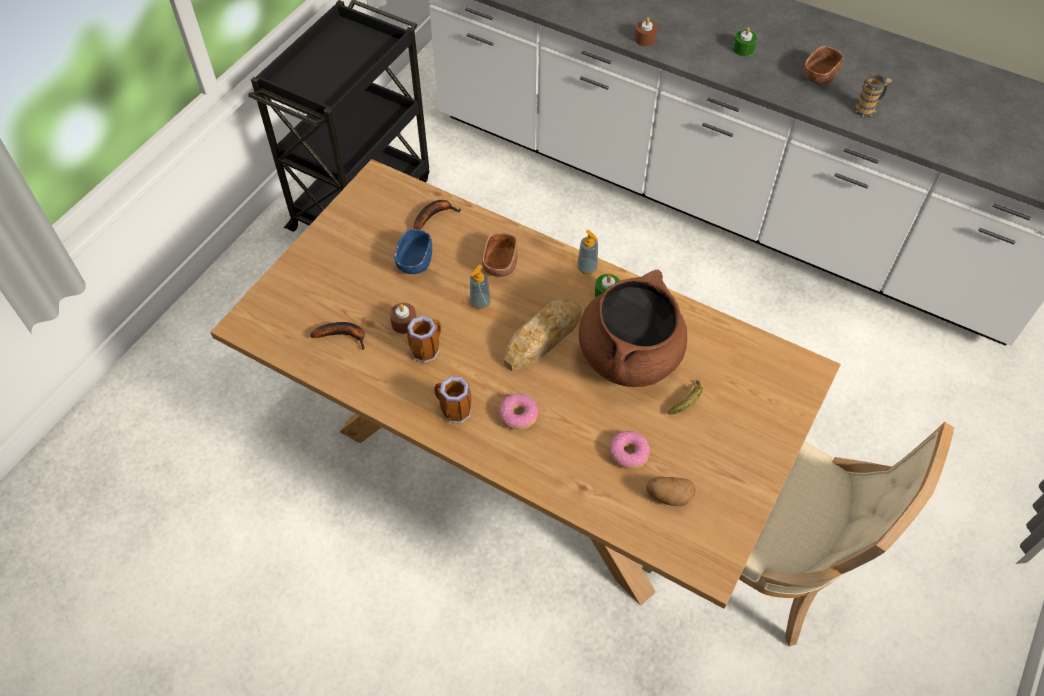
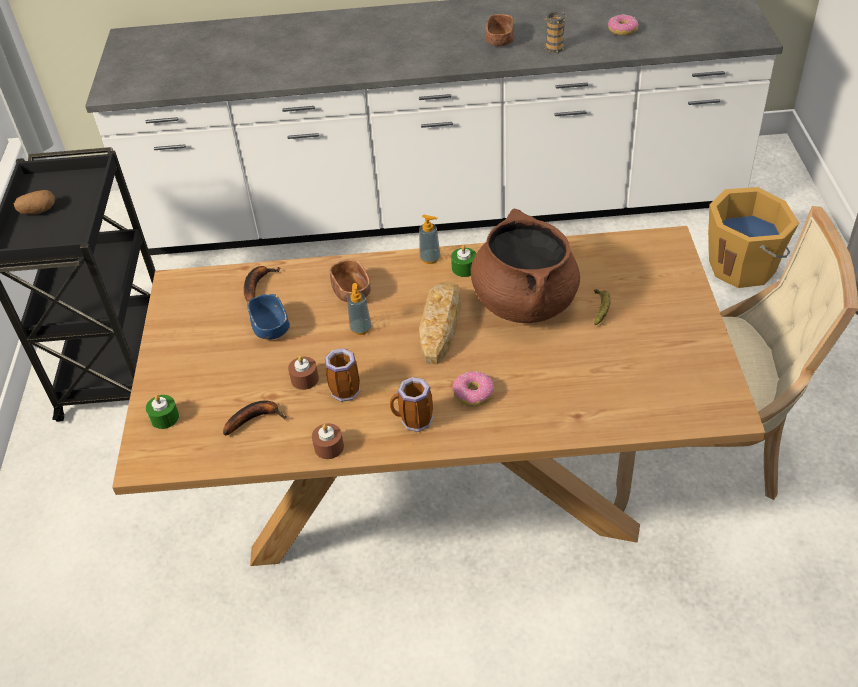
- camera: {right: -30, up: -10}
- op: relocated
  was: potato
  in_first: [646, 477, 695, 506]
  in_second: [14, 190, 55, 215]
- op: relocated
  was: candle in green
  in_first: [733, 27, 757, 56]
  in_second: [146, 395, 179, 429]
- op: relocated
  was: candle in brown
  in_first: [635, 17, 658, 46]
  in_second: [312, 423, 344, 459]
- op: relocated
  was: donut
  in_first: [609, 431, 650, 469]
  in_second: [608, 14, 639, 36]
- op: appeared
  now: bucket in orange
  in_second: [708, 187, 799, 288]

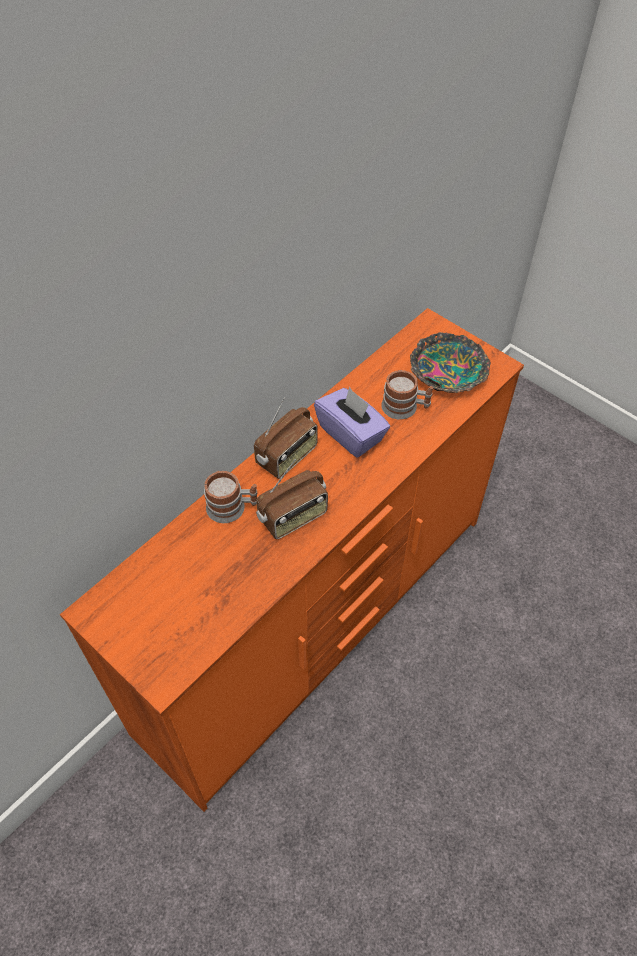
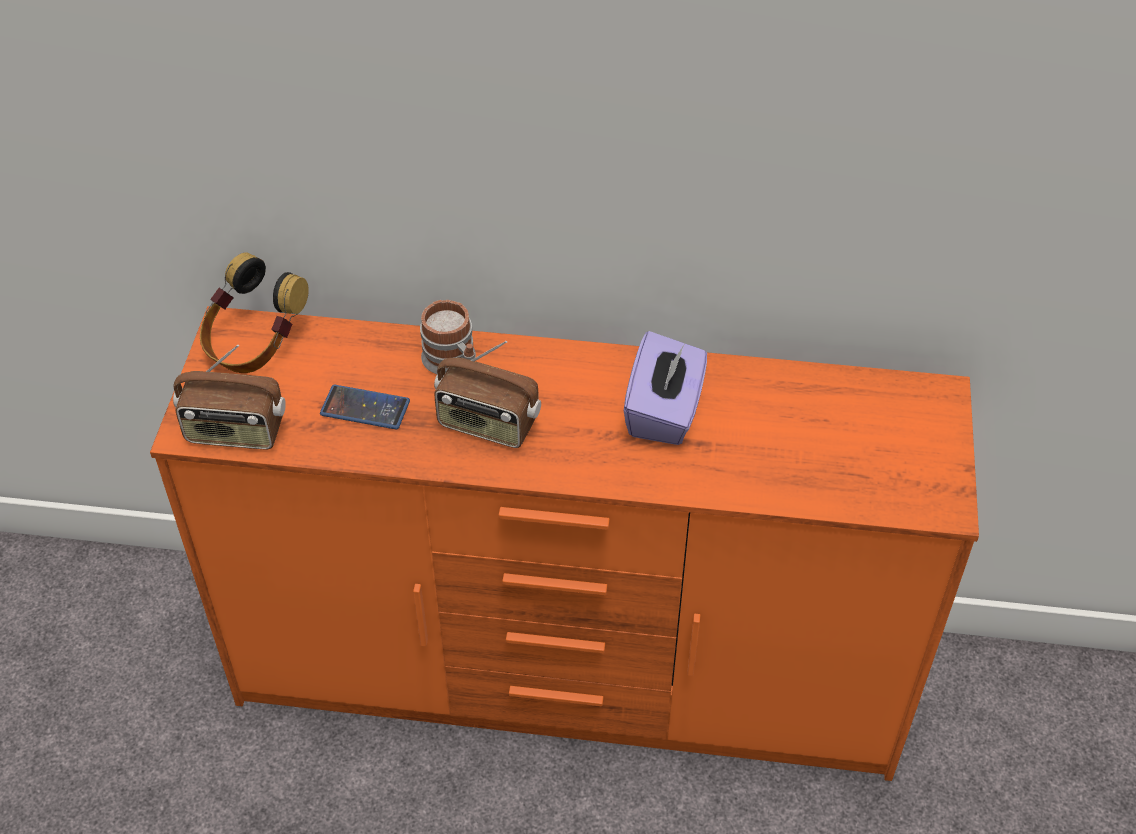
- camera: {right: 55, up: -5}
- op: relocated
  was: radio
  in_first: [254, 398, 318, 479]
  in_second: [173, 344, 286, 449]
- op: appeared
  now: headphones
  in_second: [200, 252, 309, 373]
- op: appeared
  now: phone
  in_second: [320, 385, 410, 429]
- op: missing
  was: mug
  in_first: [381, 370, 434, 420]
- op: missing
  was: bowl
  in_first: [410, 332, 491, 393]

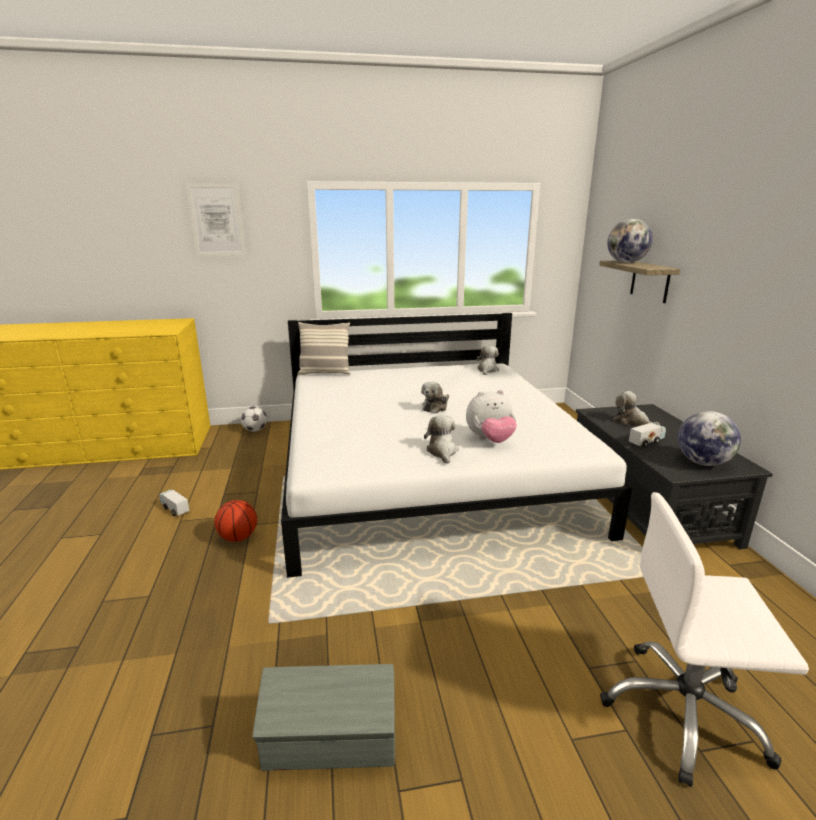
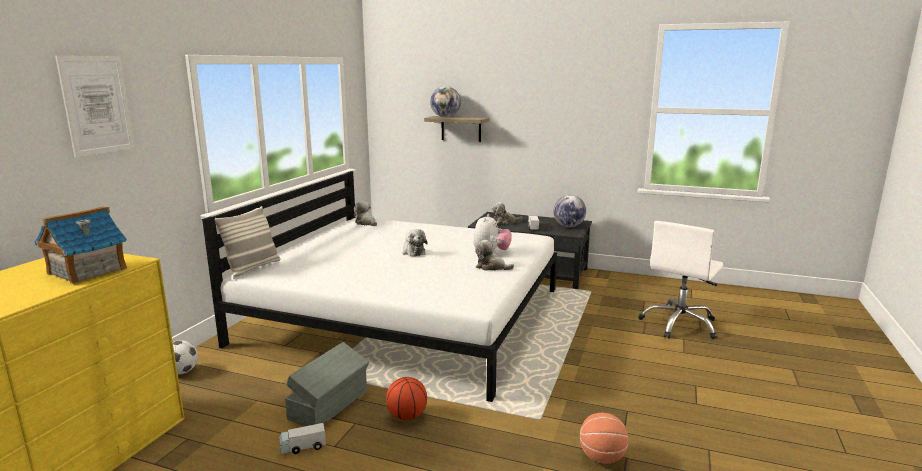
- camera: {right: -60, up: -5}
- op: appeared
  now: toy house
  in_second: [34, 206, 127, 284]
- op: relocated
  was: storage box in grey
  in_first: [252, 664, 395, 771]
  in_second: [285, 342, 369, 426]
- op: appeared
  now: basketball
  in_second: [580, 413, 628, 464]

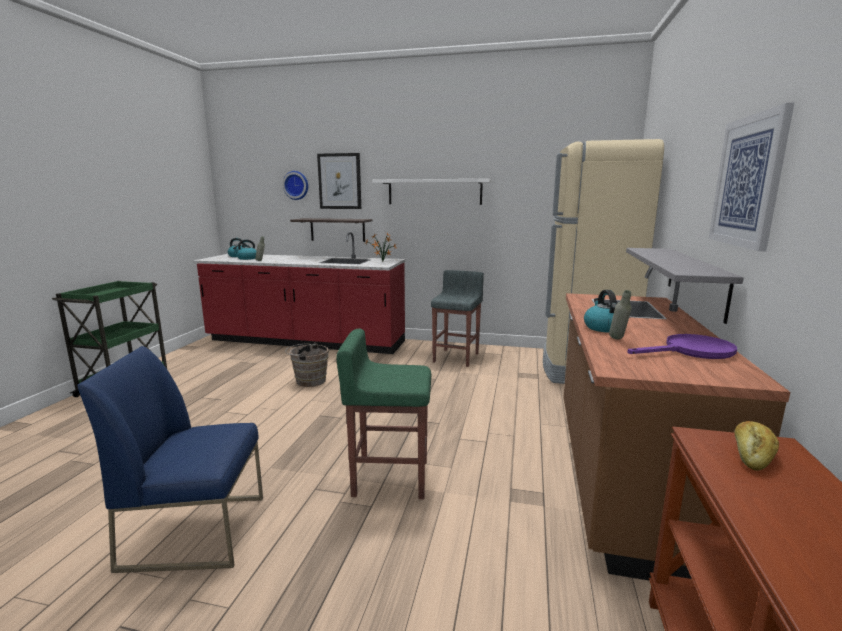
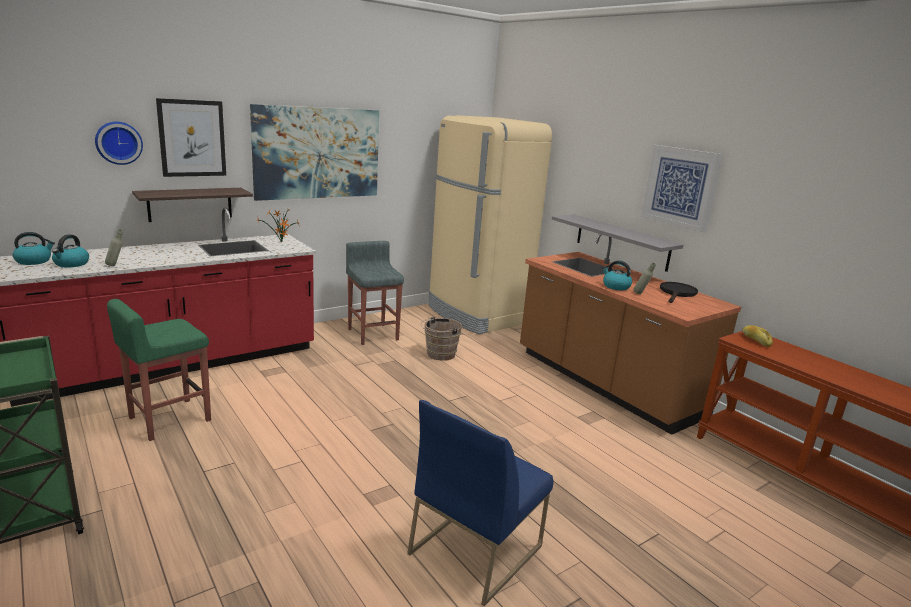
- camera: {right: -50, up: 5}
- op: relocated
  was: stool in green
  in_first: [336, 329, 431, 499]
  in_second: [107, 299, 211, 441]
- op: exchanged
  was: shelf in white
  now: picture
  in_first: [372, 179, 492, 205]
  in_second: [250, 104, 379, 201]
- op: relocated
  was: bucket in brown
  in_first: [285, 343, 329, 387]
  in_second: [421, 317, 462, 361]
- op: colour
  was: frying pan in purple
  now: frying pan in black
  in_first: [627, 334, 737, 359]
  in_second: [660, 282, 698, 303]

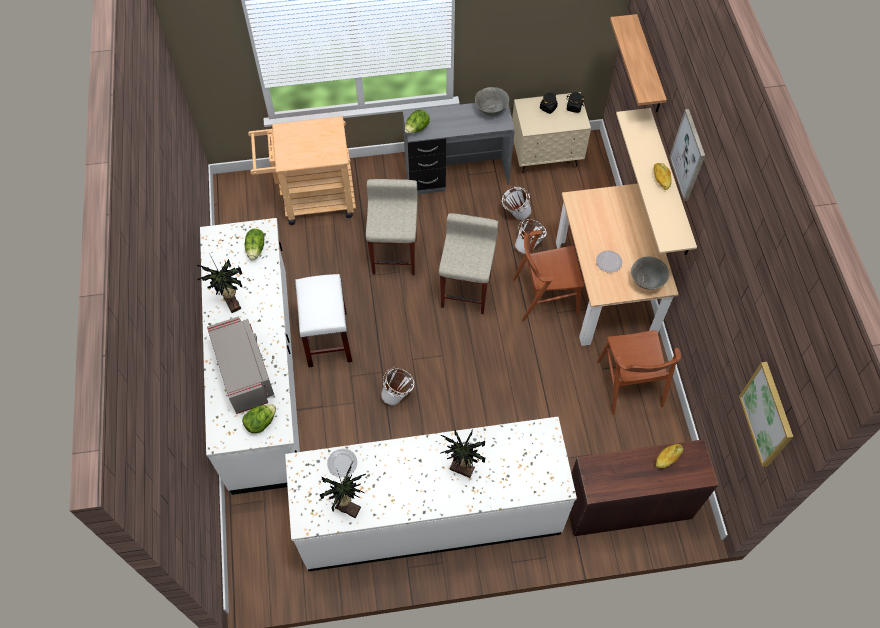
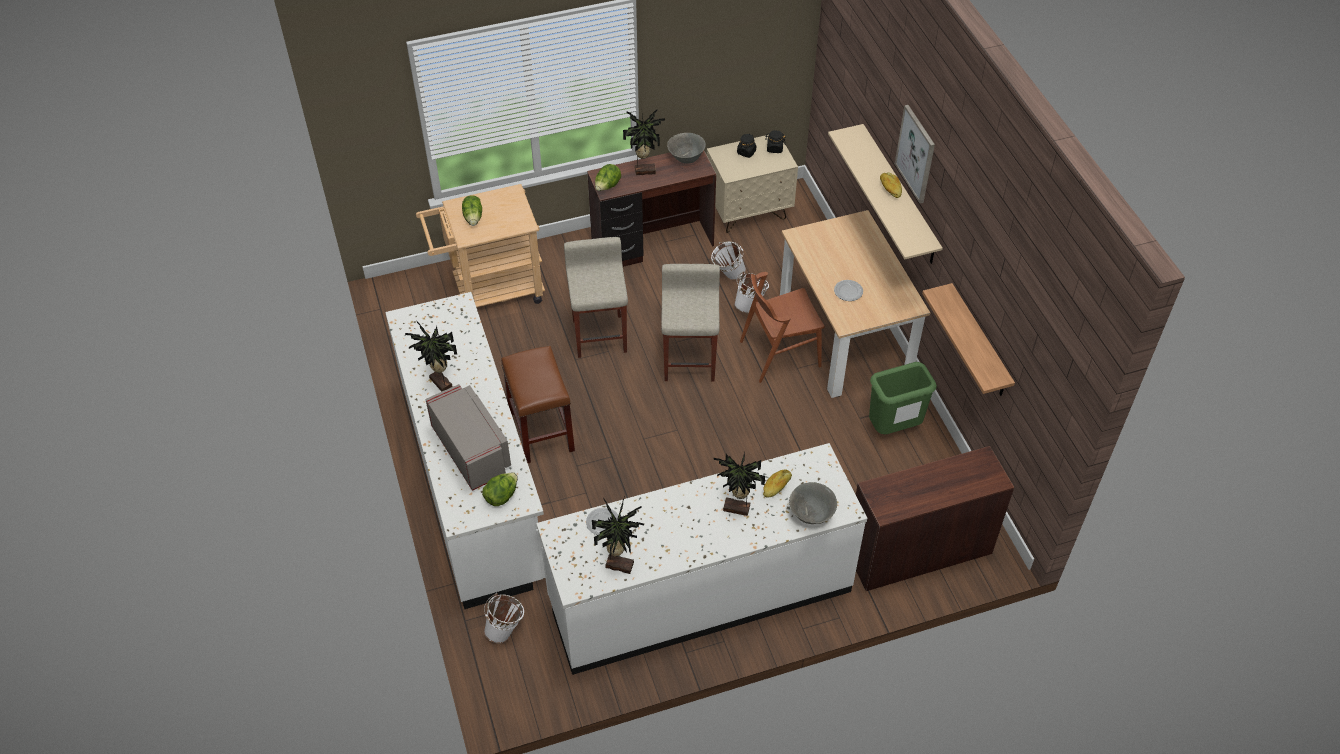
- camera: {right: -10, up: -10}
- op: relocated
  was: lettuce
  in_first: [245, 229, 264, 260]
  in_second: [462, 195, 482, 226]
- op: relocated
  was: bucket in white
  in_first: [381, 367, 414, 406]
  in_second: [484, 593, 524, 643]
- op: colour
  was: stool in white
  now: stool in brown
  in_first: [295, 274, 352, 368]
  in_second: [501, 346, 575, 463]
- op: colour
  was: desk in grey
  now: desk in brown
  in_first: [403, 103, 515, 194]
  in_second: [587, 151, 716, 267]
- op: appeared
  now: potted plant
  in_second: [623, 107, 665, 175]
- op: relocated
  was: bread
  in_first: [656, 444, 683, 468]
  in_second: [763, 470, 792, 497]
- op: relocated
  was: bowl in grey
  in_first: [631, 257, 669, 290]
  in_second: [789, 482, 837, 524]
- op: exchanged
  was: chair in brown
  now: trash can in green
  in_first: [597, 330, 681, 415]
  in_second: [869, 362, 937, 434]
- op: relocated
  was: shelf
  in_first: [610, 14, 667, 112]
  in_second: [922, 283, 1015, 396]
- op: missing
  was: picture
  in_first: [739, 362, 793, 467]

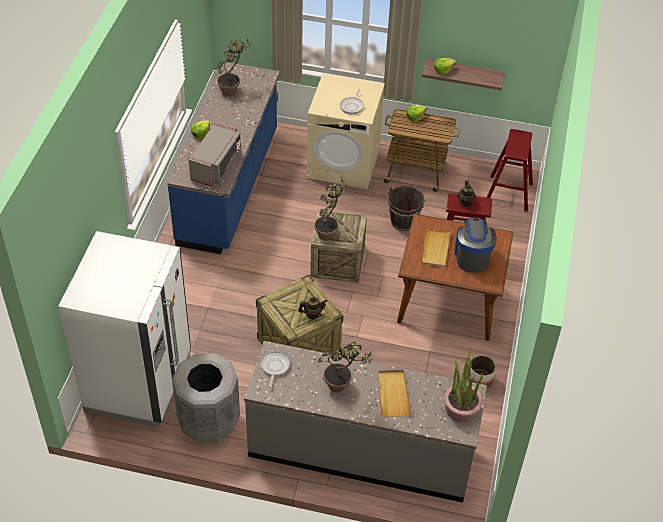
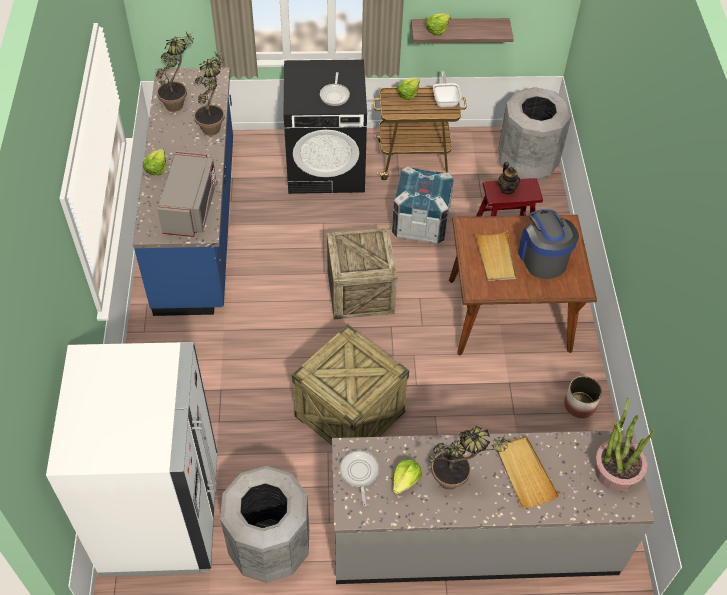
- camera: {right: -15, up: 5}
- op: relocated
  was: potted plant
  in_first: [314, 176, 348, 241]
  in_second: [194, 51, 225, 136]
- op: colour
  was: washing machine in beige
  now: washing machine in black
  in_first: [307, 73, 385, 189]
  in_second: [283, 60, 367, 194]
- op: exchanged
  was: bucket in brown
  now: crate
  in_first: [388, 186, 425, 231]
  in_second: [392, 166, 454, 244]
- op: appeared
  now: lettuce
  in_second: [393, 458, 422, 495]
- op: appeared
  now: frying pan
  in_second: [433, 71, 462, 107]
- op: exchanged
  was: stool in red
  now: trash can in grey
  in_first: [486, 129, 533, 212]
  in_second: [498, 87, 572, 181]
- op: missing
  was: teapot
  in_first: [298, 297, 327, 319]

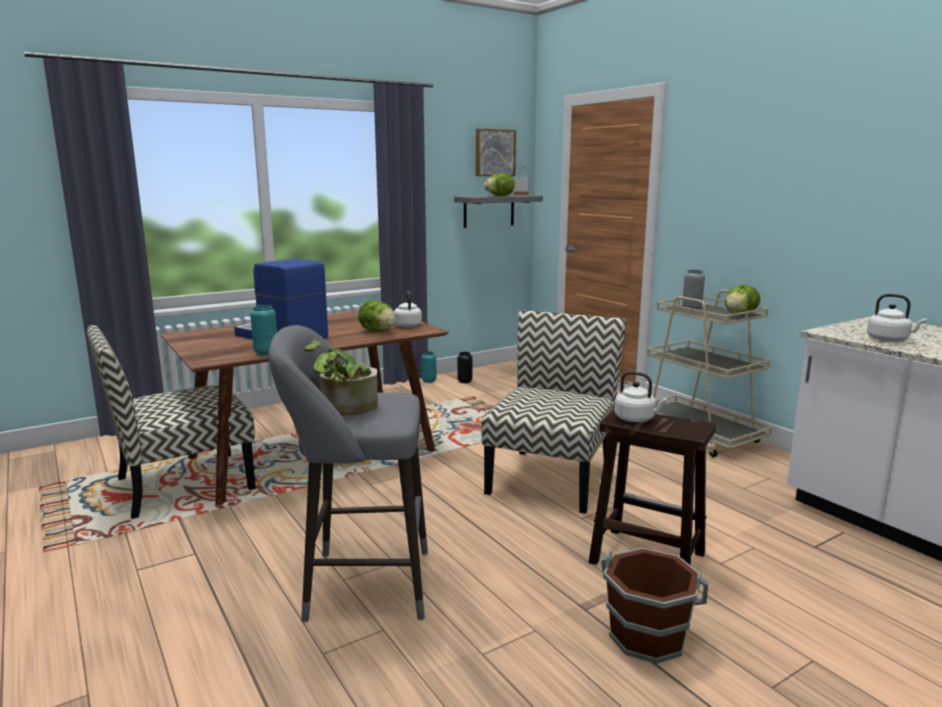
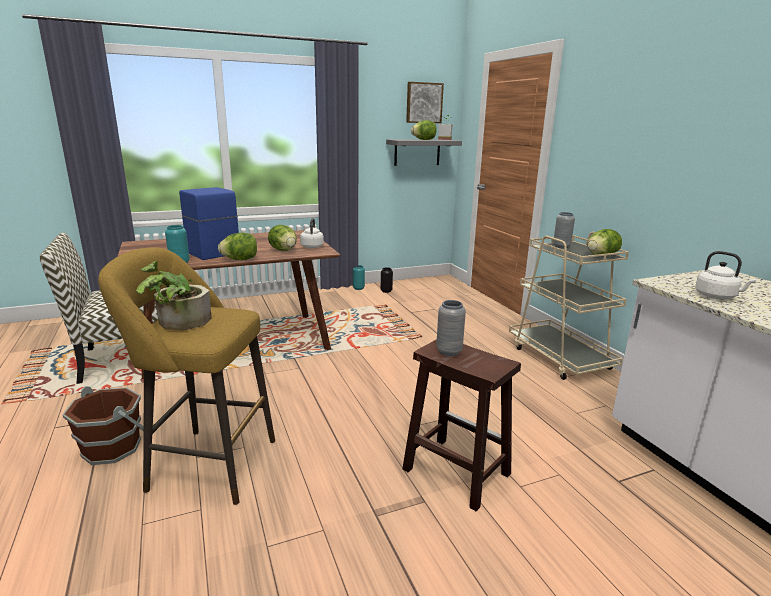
- camera: {right: 10, up: 5}
- op: relocated
  was: bucket in brown
  in_first: [601, 548, 708, 664]
  in_second: [62, 386, 144, 465]
- op: colour
  was: stool in grey
  now: stool in yellow
  in_first: [269, 325, 428, 622]
  in_second: [98, 247, 275, 505]
- op: appeared
  now: lettuce
  in_second: [218, 233, 257, 260]
- op: exchanged
  was: kettle in white
  now: vase in grey
  in_first: [614, 371, 667, 422]
  in_second: [436, 300, 466, 356]
- op: missing
  was: chair
  in_first: [481, 310, 626, 514]

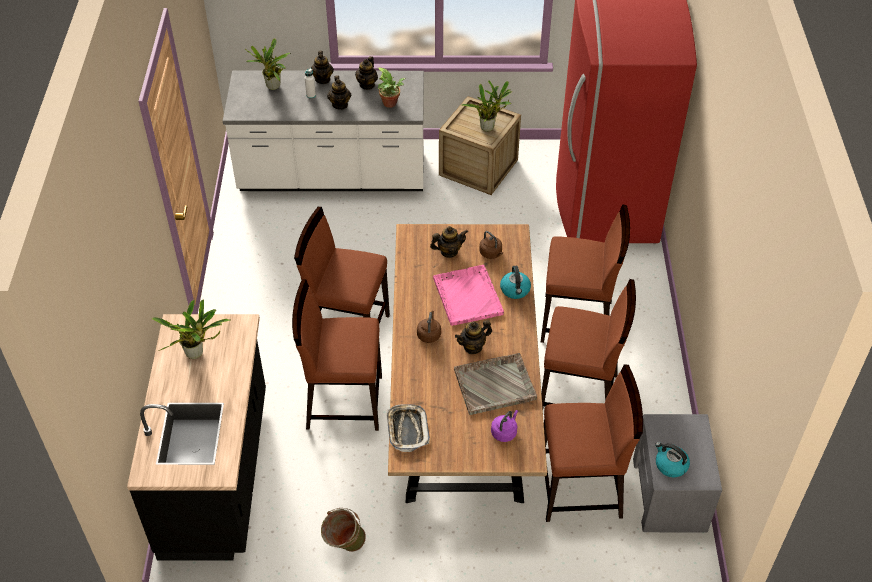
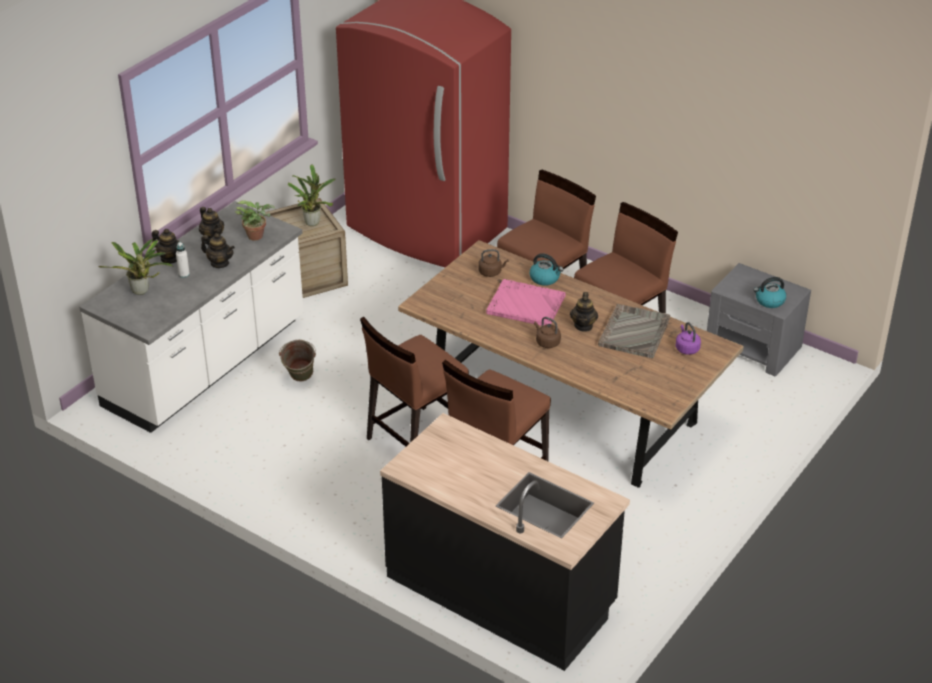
- camera: {right: -55, up: -10}
- op: relocated
  was: bucket in green
  in_first: [321, 508, 366, 552]
  in_second: [279, 340, 316, 382]
- op: missing
  was: potted plant
  in_first: [152, 299, 230, 359]
- op: missing
  was: tray
  in_first: [386, 404, 430, 452]
- op: missing
  was: teapot
  in_first: [430, 226, 468, 258]
- op: missing
  was: chair in brown
  in_first: [544, 365, 643, 522]

